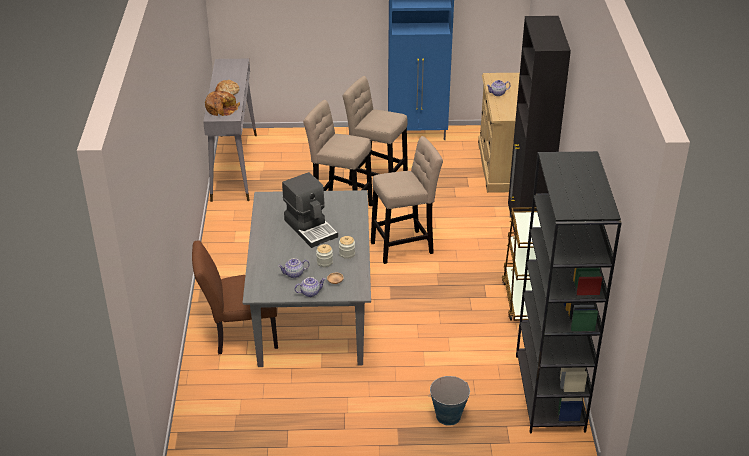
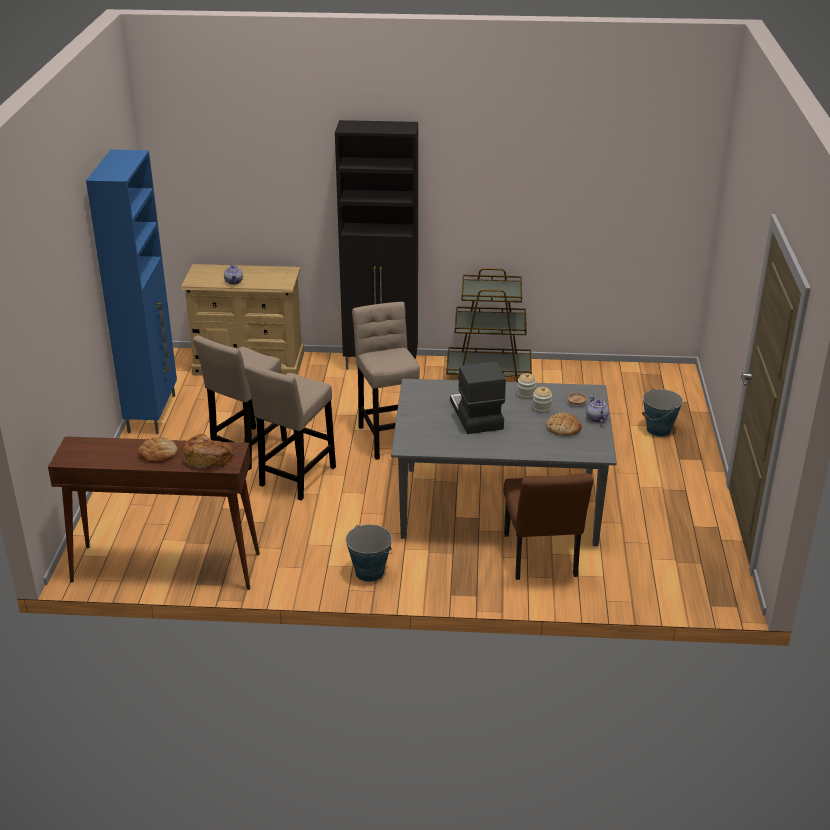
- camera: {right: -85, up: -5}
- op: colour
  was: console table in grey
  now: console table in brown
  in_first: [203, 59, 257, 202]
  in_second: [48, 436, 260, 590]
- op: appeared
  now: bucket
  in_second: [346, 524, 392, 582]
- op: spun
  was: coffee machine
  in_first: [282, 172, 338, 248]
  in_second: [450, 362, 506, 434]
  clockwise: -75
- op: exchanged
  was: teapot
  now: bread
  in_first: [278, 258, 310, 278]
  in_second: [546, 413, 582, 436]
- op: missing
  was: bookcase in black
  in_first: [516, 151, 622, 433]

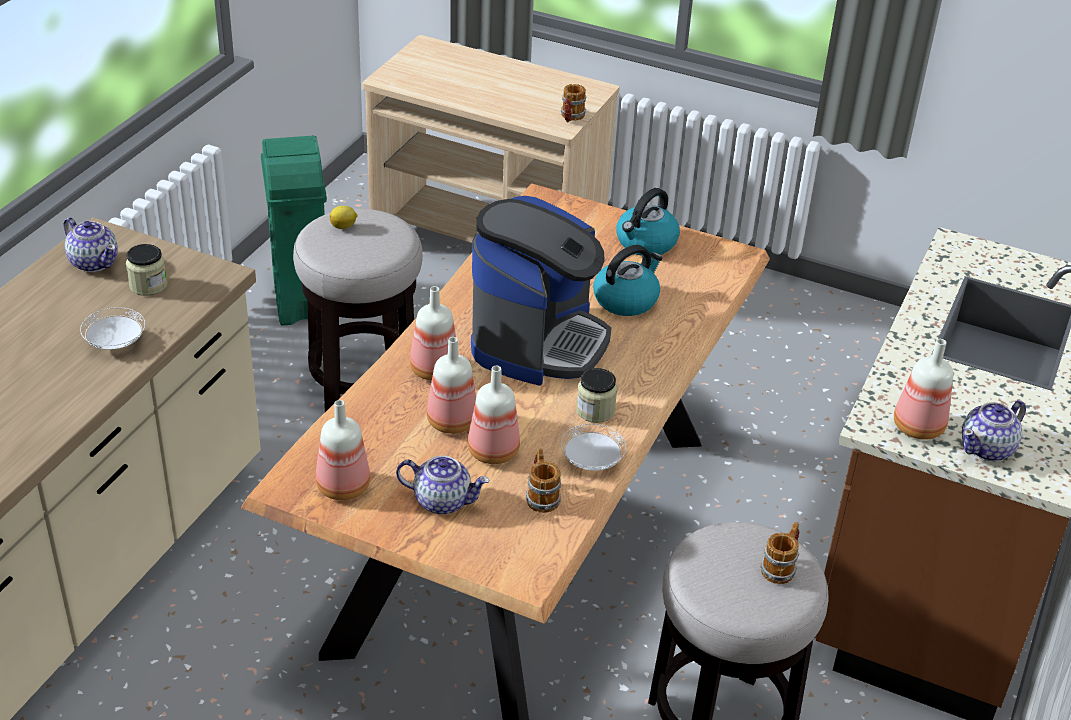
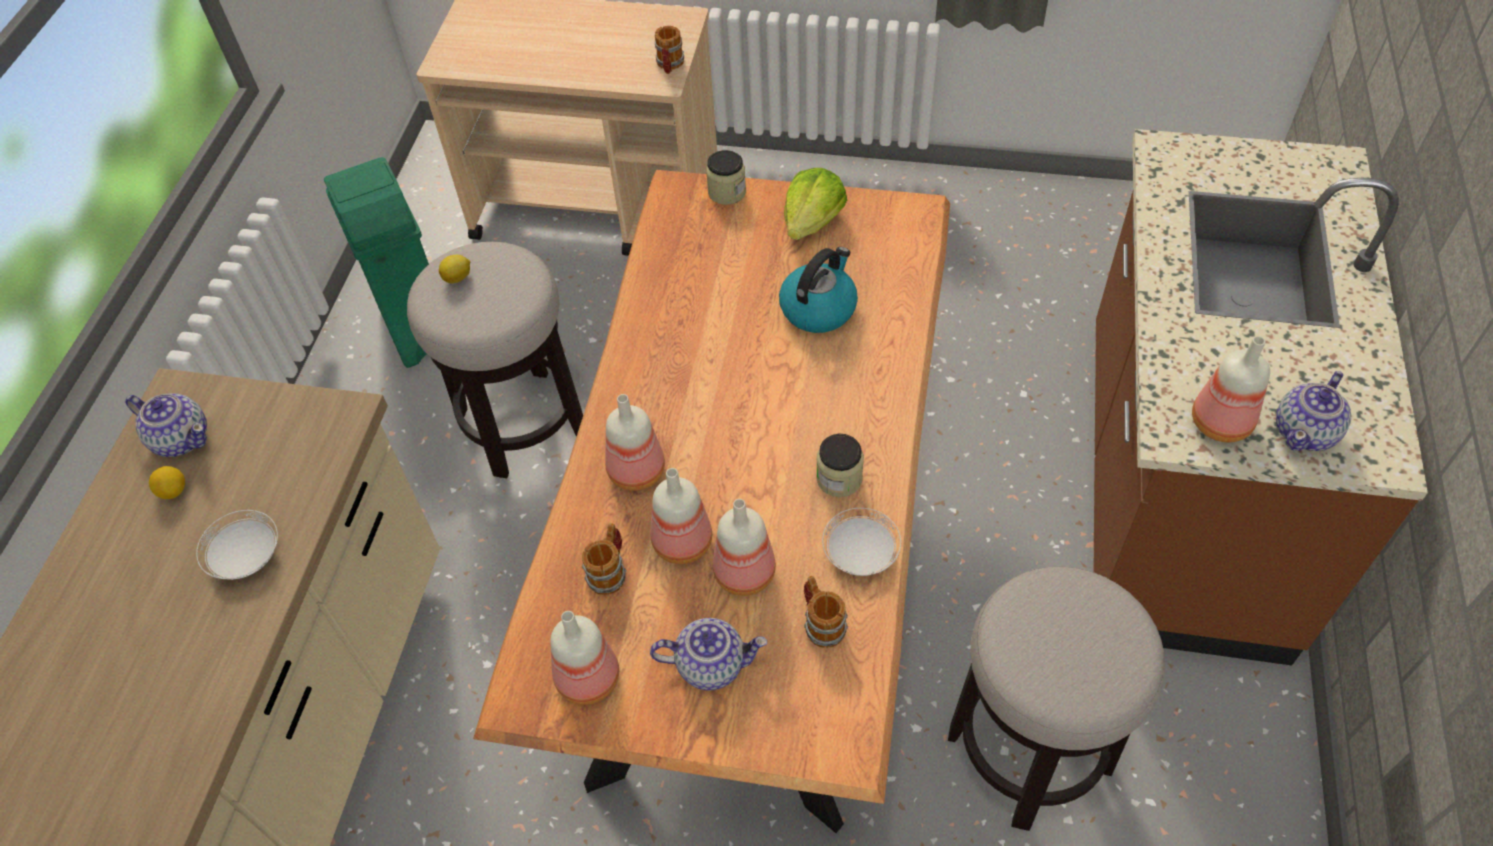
- camera: {right: -10, up: 15}
- op: appeared
  now: lemon
  in_second: [149, 466, 185, 499]
- op: relocated
  was: mug
  in_first: [760, 522, 799, 584]
  in_second: [582, 523, 626, 595]
- op: relocated
  was: jar
  in_first: [126, 244, 168, 296]
  in_second: [706, 150, 746, 205]
- op: exchanged
  was: kettle
  now: lettuce
  in_first: [616, 188, 680, 256]
  in_second: [784, 168, 847, 240]
- op: missing
  was: coffee machine
  in_first: [471, 196, 611, 386]

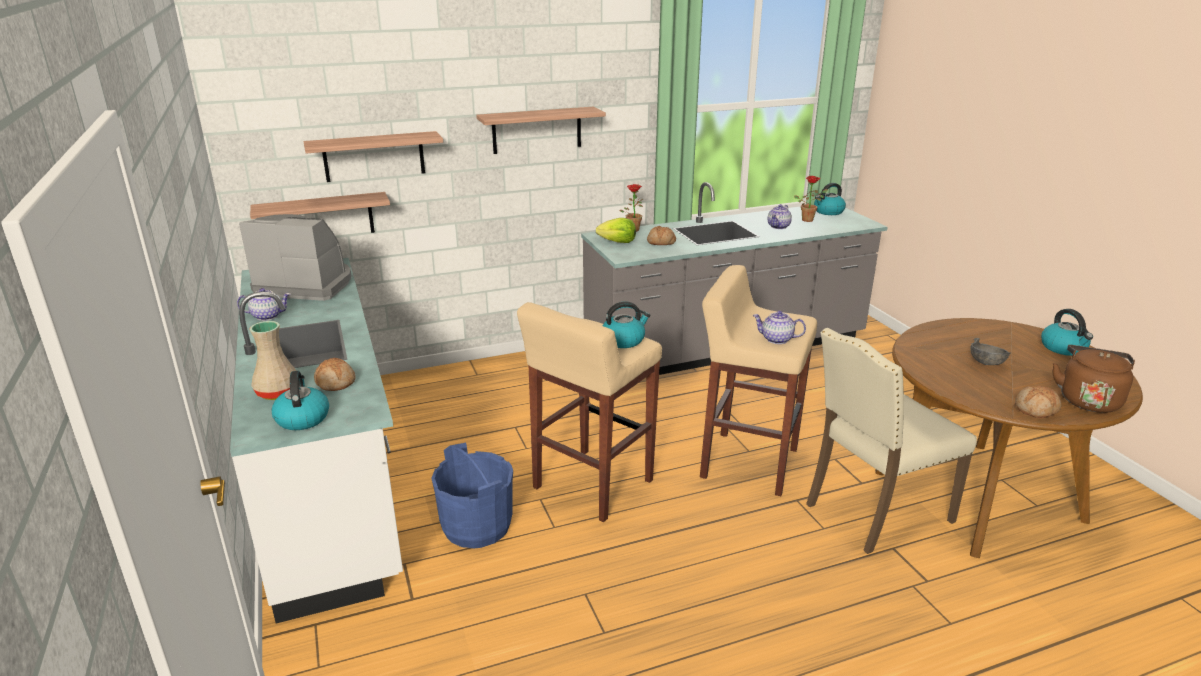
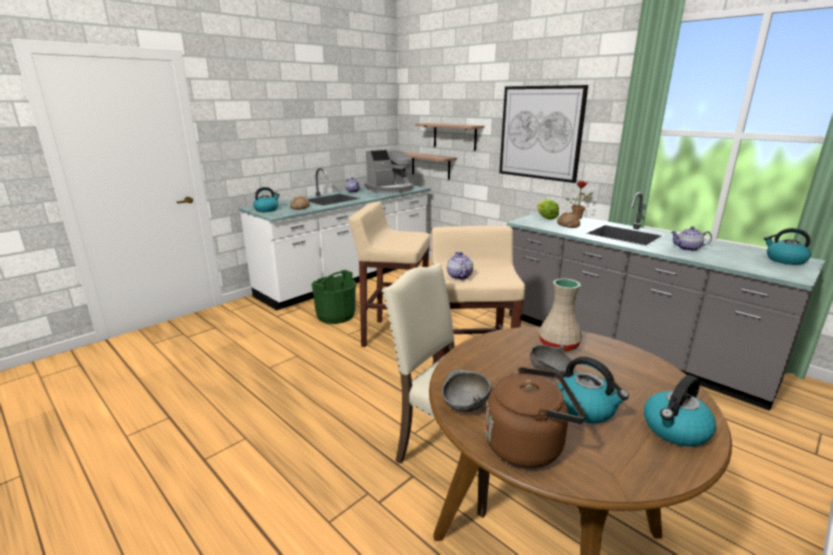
- camera: {right: 65, up: -5}
- op: colour
  was: bucket in blue
  now: bucket in green
  in_first: [431, 443, 513, 548]
  in_second: [311, 270, 356, 324]
- op: spun
  was: coffee machine
  in_first: [239, 214, 351, 301]
  in_second: [364, 149, 414, 193]
  clockwise: 75
- op: exchanged
  was: bread
  now: bowl in grey
  in_first: [1015, 386, 1061, 418]
  in_second: [442, 369, 491, 412]
- op: exchanged
  was: shelf
  now: picture
  in_first: [476, 106, 606, 154]
  in_second: [499, 85, 588, 183]
- op: relocated
  was: vase in beige
  in_first: [249, 321, 296, 400]
  in_second: [539, 278, 582, 352]
- op: relocated
  was: kettle
  in_first: [603, 301, 650, 348]
  in_second: [557, 357, 629, 423]
- op: missing
  was: potted plant
  in_first: [794, 176, 828, 222]

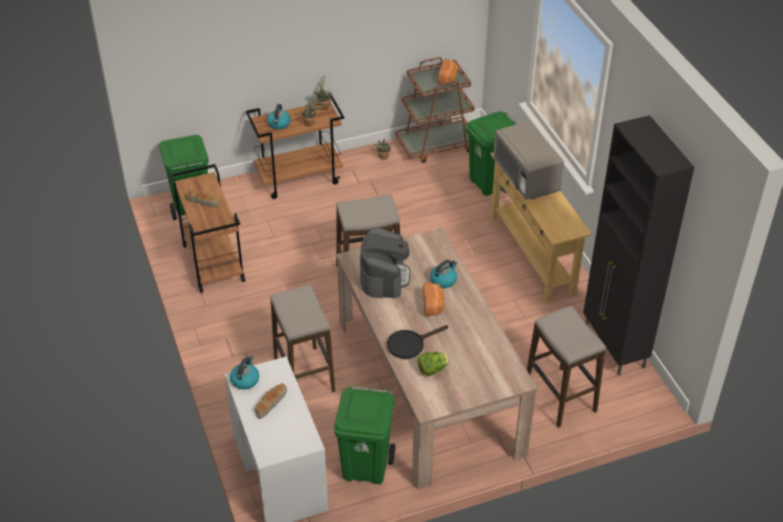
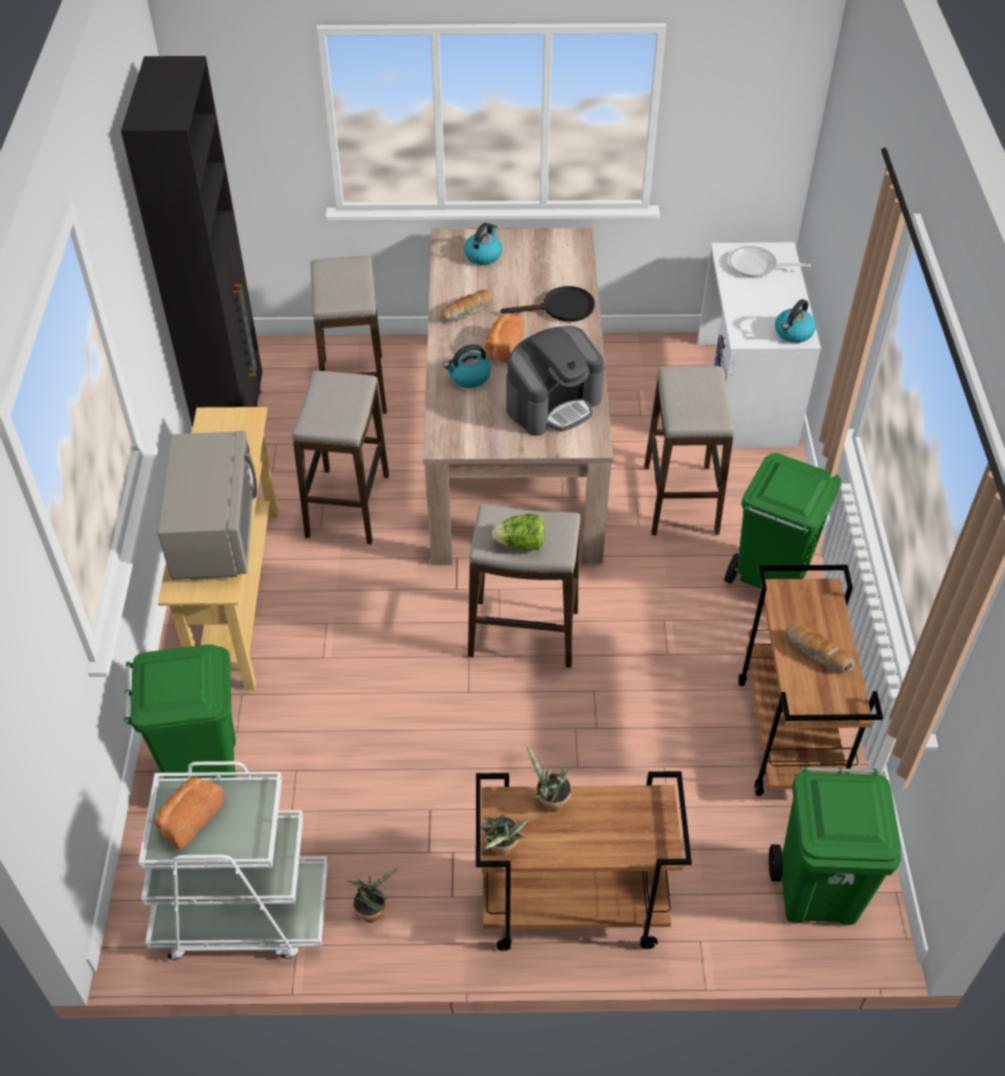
- camera: {right: -160, up: 5}
- op: colour
  was: cart in brown
  now: cart in white
  in_first: [395, 57, 474, 163]
  in_second: [138, 761, 328, 960]
- op: appeared
  now: stool
  in_second: [292, 371, 389, 544]
- op: relocated
  was: bread
  in_first: [255, 383, 287, 419]
  in_second: [441, 290, 493, 322]
- op: relocated
  was: kettle
  in_first: [267, 104, 291, 129]
  in_second: [464, 222, 502, 265]
- op: relocated
  was: lettuce
  in_first: [417, 352, 450, 376]
  in_second: [492, 514, 545, 550]
- op: spun
  was: coffee machine
  in_first: [360, 228, 410, 298]
  in_second: [506, 326, 604, 436]
  clockwise: -150
- op: relocated
  was: trash can in green
  in_first: [334, 386, 395, 484]
  in_second: [724, 453, 841, 589]
- op: appeared
  now: frying pan
  in_second: [729, 246, 811, 278]

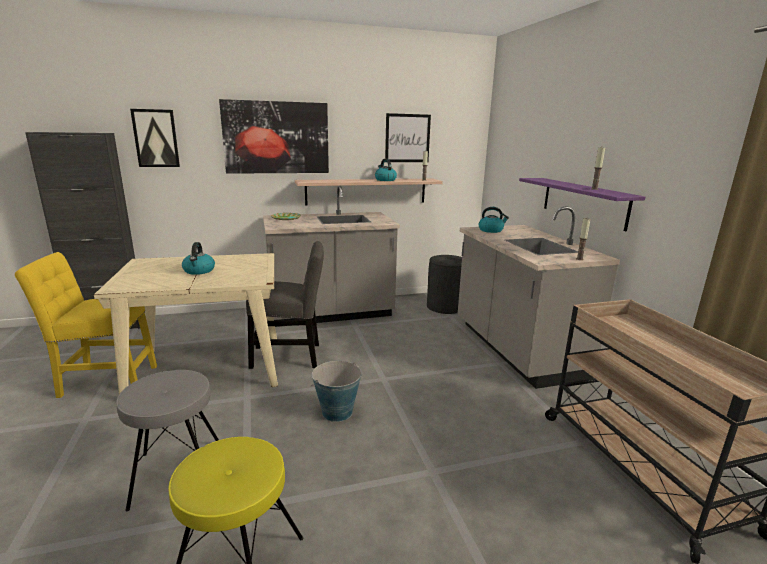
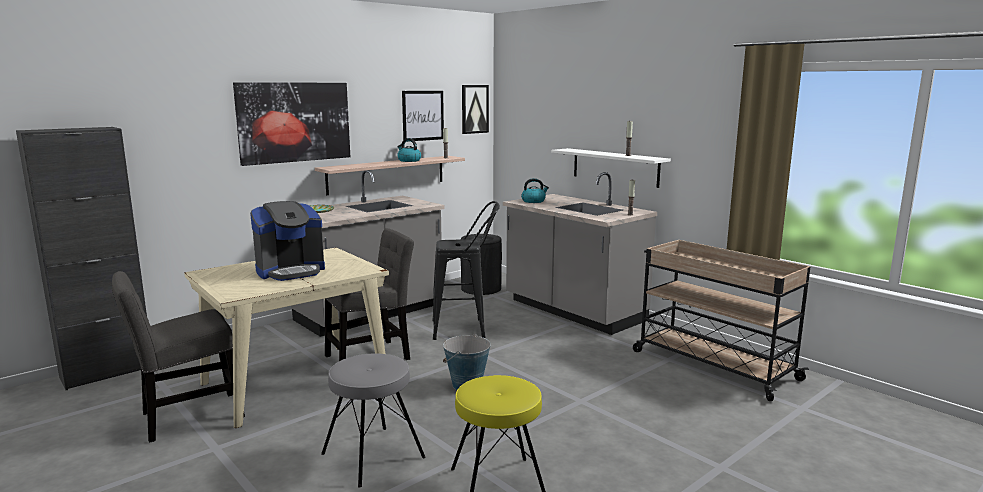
- camera: {right: -25, up: -5}
- op: colour
  was: chair in yellow
  now: chair in grey
  in_first: [15, 252, 157, 398]
  in_second: [112, 271, 245, 443]
- op: exchanged
  was: kettle
  now: coffee machine
  in_first: [182, 242, 215, 275]
  in_second: [250, 201, 325, 281]
- op: appeared
  now: stool in black
  in_second: [432, 201, 500, 340]
- op: relocated
  was: picture
  in_first: [130, 109, 180, 167]
  in_second: [462, 85, 489, 134]
- op: colour
  was: shelf in purple
  now: shelf in white
  in_first: [519, 178, 645, 231]
  in_second: [551, 148, 671, 188]

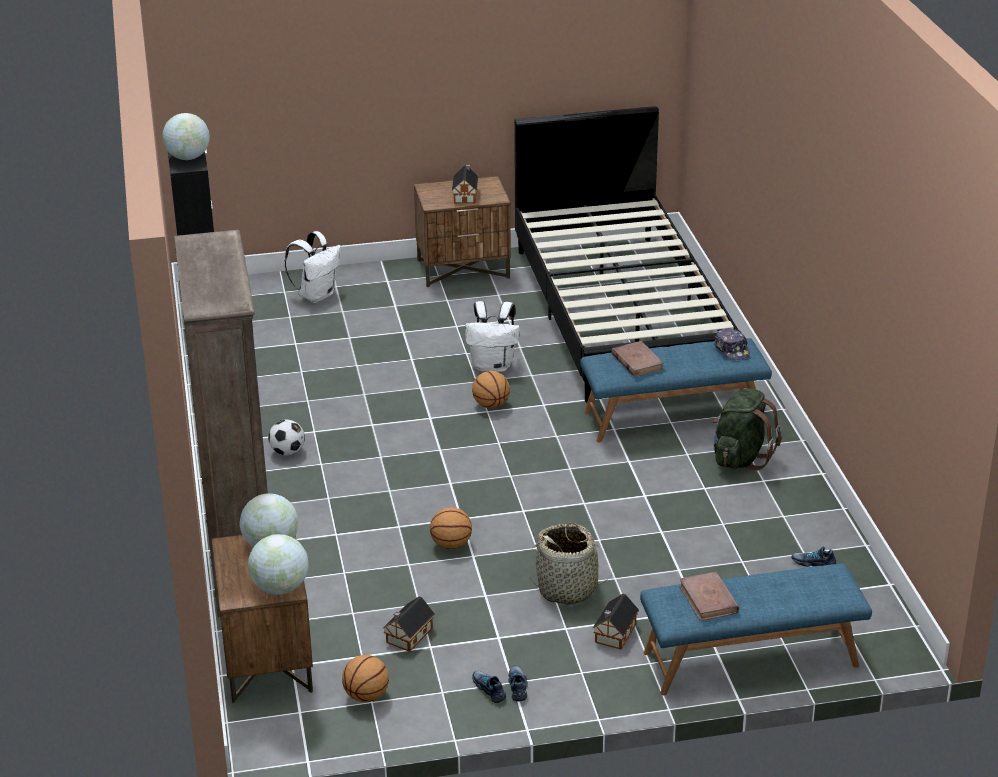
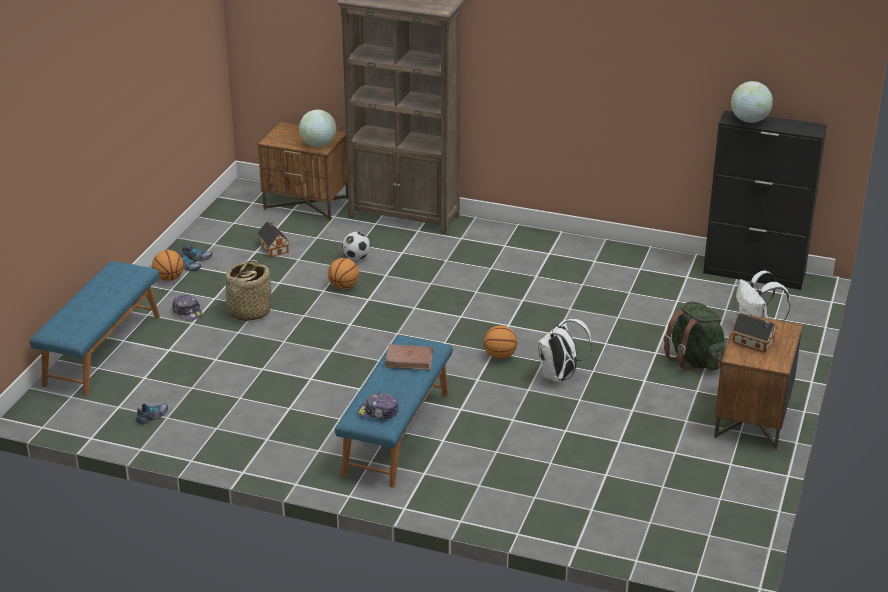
- camera: {right: 120, up: 0}
- op: relocated
  was: basketball
  in_first: [342, 655, 389, 702]
  in_second: [152, 250, 184, 281]
- op: exchanged
  was: toy house
  now: cap
  in_first: [592, 594, 639, 649]
  in_second: [172, 295, 202, 321]
- op: relocated
  was: football
  in_first: [268, 419, 305, 456]
  in_second: [342, 232, 370, 260]
- op: relocated
  was: backpack in green
  in_first: [712, 388, 781, 470]
  in_second: [664, 302, 725, 371]
- op: missing
  was: globe
  in_first: [248, 534, 309, 595]
- op: missing
  was: bed in black
  in_first: [514, 106, 741, 402]
- op: missing
  was: book in brown
  in_first: [679, 572, 739, 621]

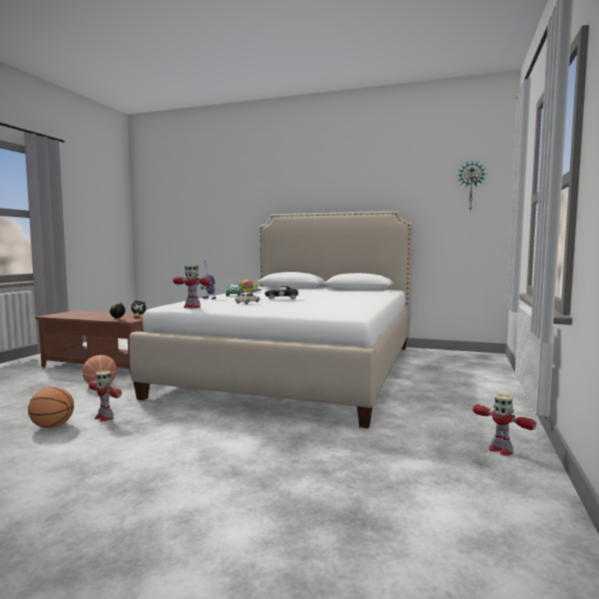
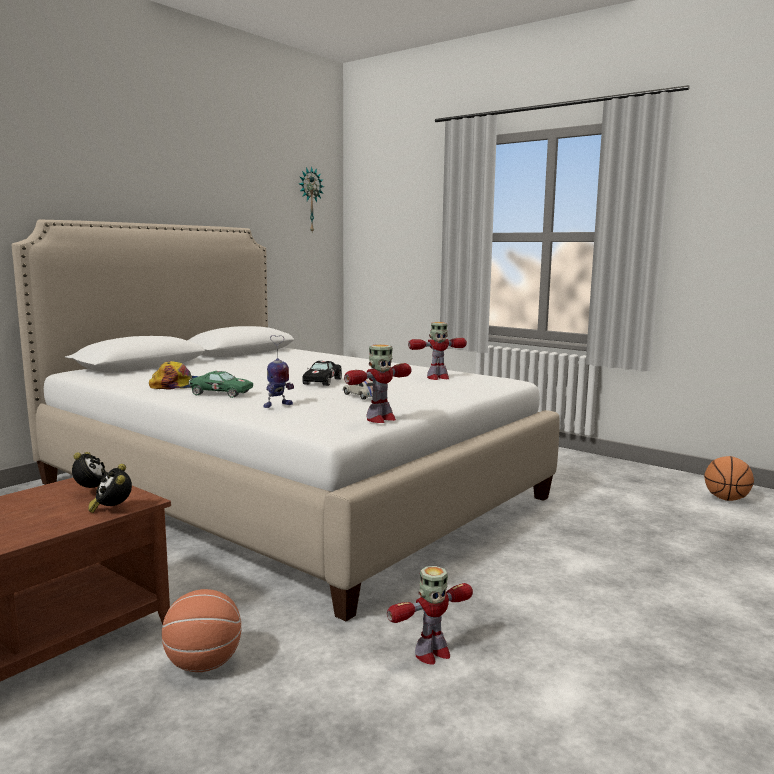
- camera: {right: -70, up: 5}
- op: relocated
  was: toy robot
  in_first: [473, 394, 536, 456]
  in_second: [408, 322, 467, 380]
- op: relocated
  was: basketball
  in_first: [28, 387, 74, 428]
  in_second: [704, 456, 754, 501]

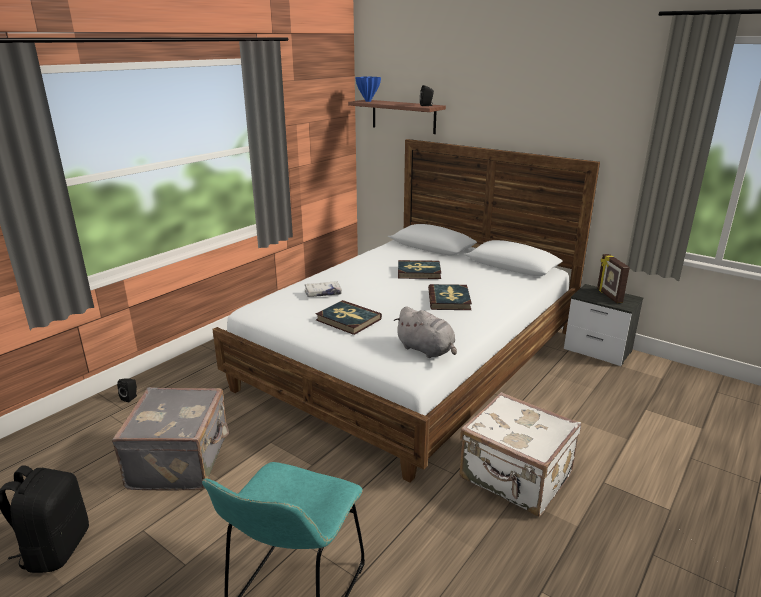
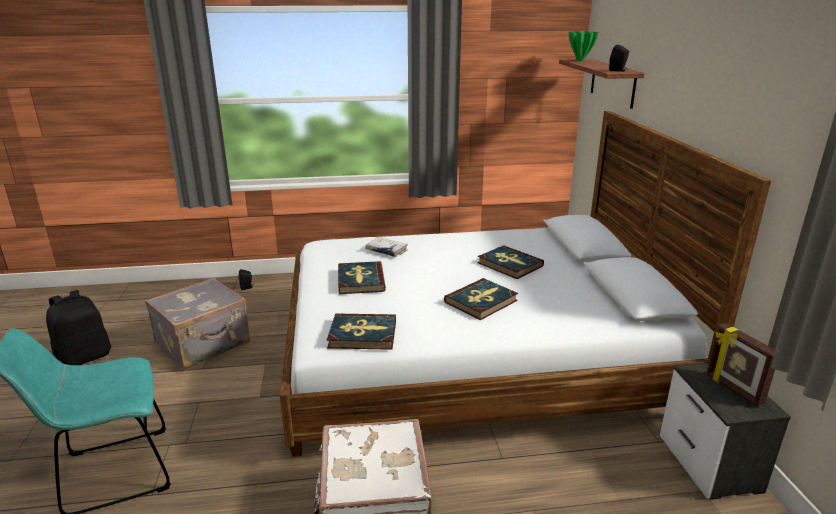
- camera: {right: 45, up: 0}
- op: exchanged
  was: plush toy in grey
  now: book
  in_first: [394, 306, 457, 358]
  in_second: [327, 313, 396, 350]
- op: colour
  was: vase in blue
  now: vase in green
  in_first: [355, 76, 381, 102]
  in_second: [569, 31, 598, 61]
- op: spun
  was: picture frame
  in_first: [597, 254, 630, 303]
  in_second: [707, 323, 775, 407]
  clockwise: -60

